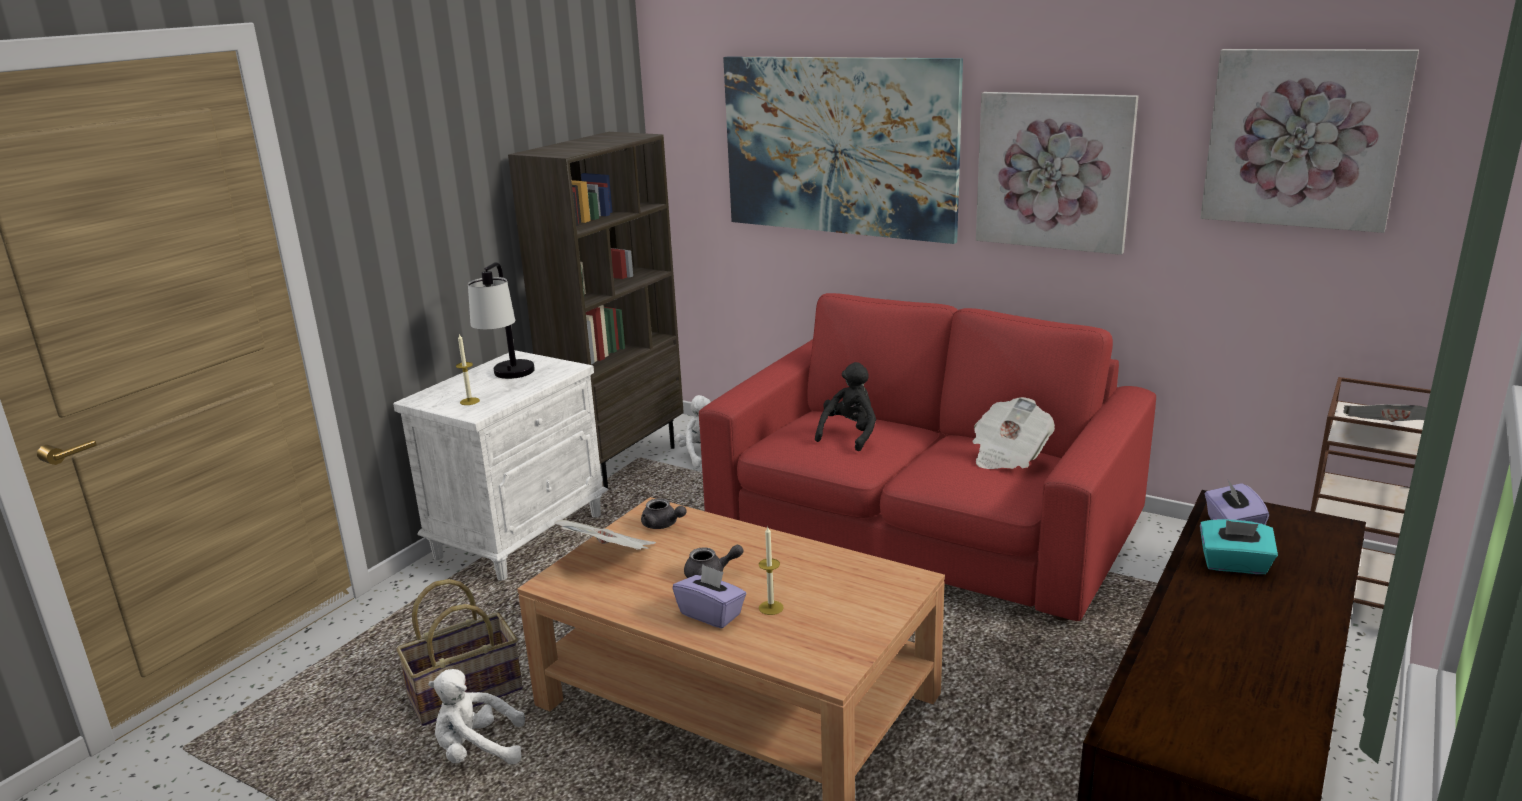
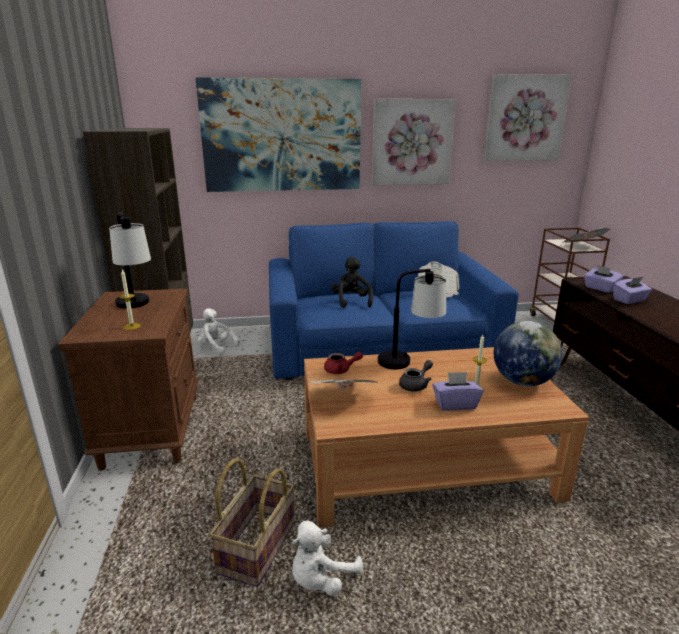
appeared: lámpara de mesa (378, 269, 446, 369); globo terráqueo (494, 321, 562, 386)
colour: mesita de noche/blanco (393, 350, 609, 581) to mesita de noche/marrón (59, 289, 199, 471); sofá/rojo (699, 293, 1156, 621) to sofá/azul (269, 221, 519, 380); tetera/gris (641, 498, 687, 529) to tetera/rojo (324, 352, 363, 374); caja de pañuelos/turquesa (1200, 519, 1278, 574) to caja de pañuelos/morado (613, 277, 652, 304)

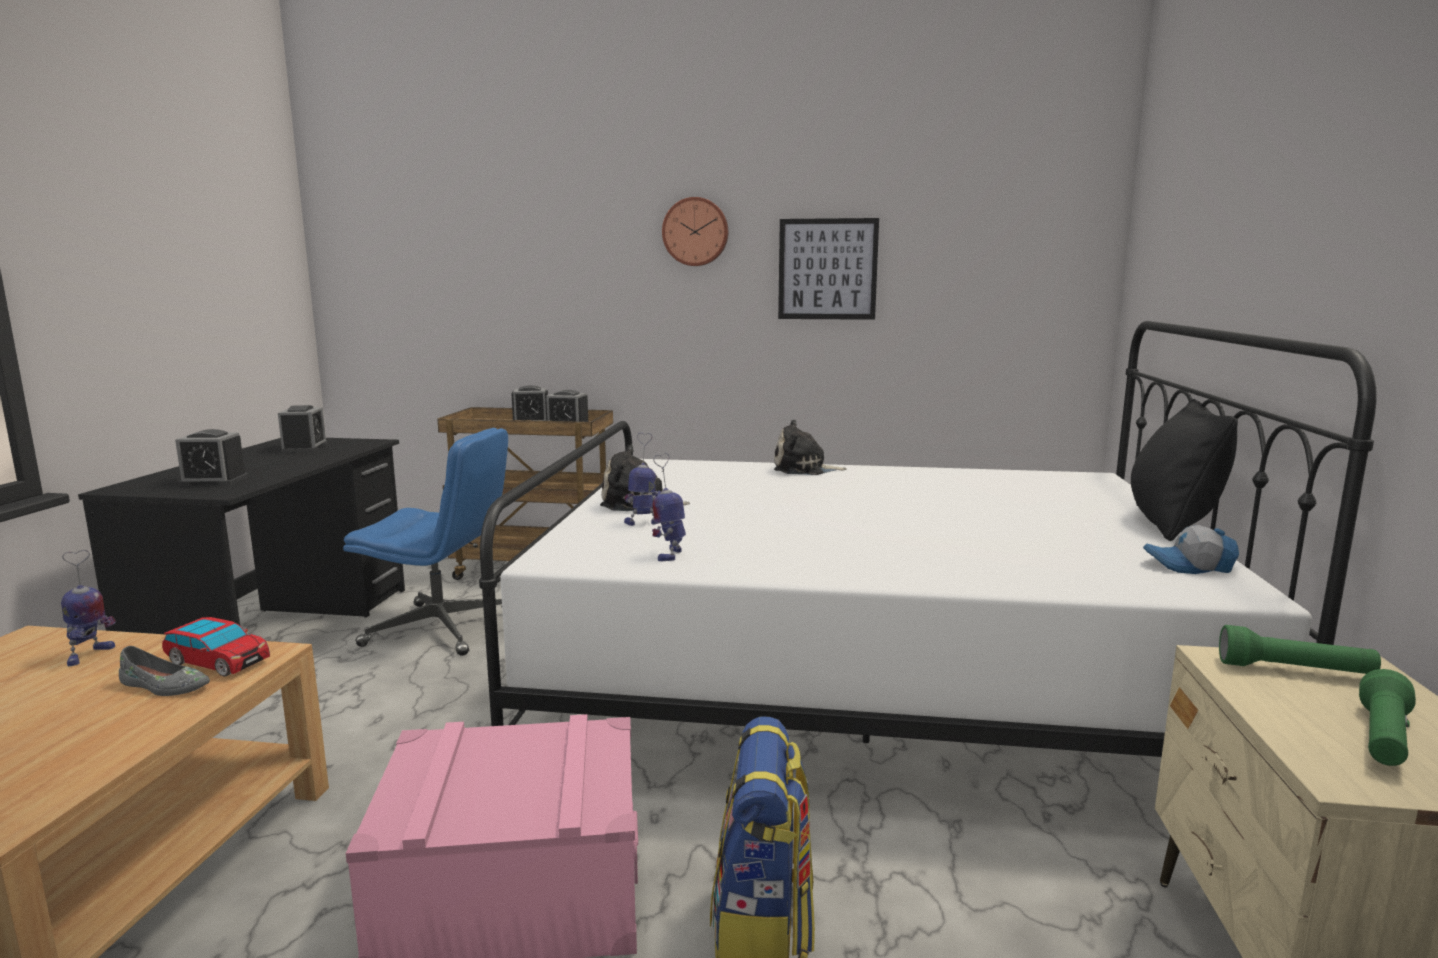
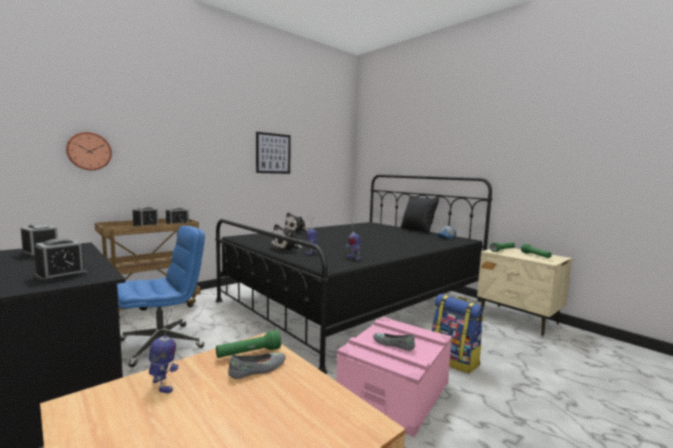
appeared: zapato/gris (373, 333, 415, 351)
relocated: reloj de pared (662, 197, 728, 266) to (66, 132, 112, 170)
exchanged: coche de juguete (162, 617, 270, 677) to linterna/verde (216, 330, 281, 358)
colour: cama/blanco (479, 321, 1377, 757) to cama/negro (215, 174, 492, 374)

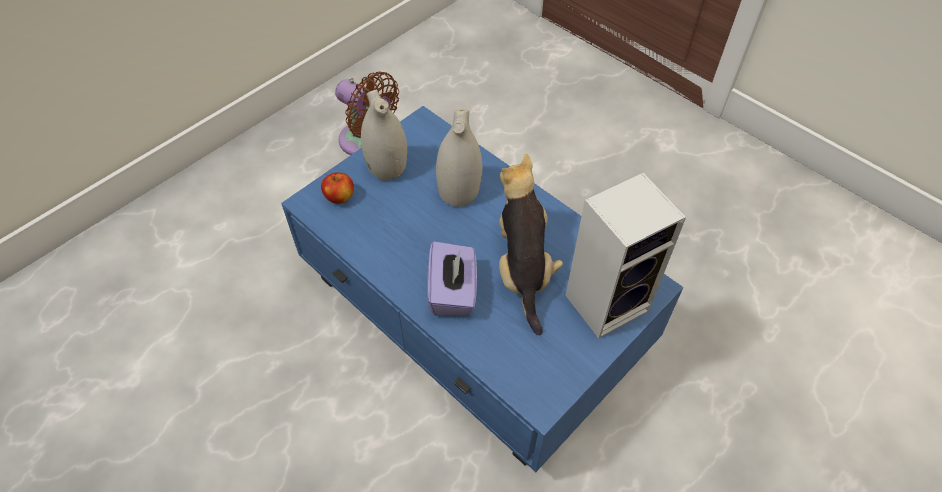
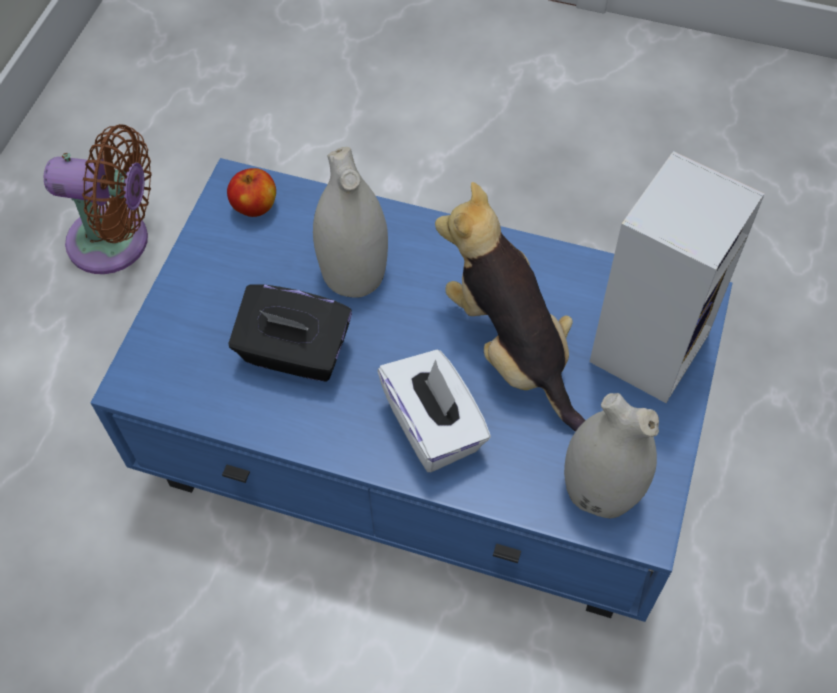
appeared: caja de pañuelos/negro (229, 284, 352, 382)
relocated: manzana (321, 172, 354, 204) to (227, 168, 276, 217); florero/blanco (361, 90, 407, 181) to (564, 393, 659, 518)
colour: caja de pañuelos/morado (427, 241, 477, 316) to caja de pañuelos/blanco (377, 350, 491, 472)

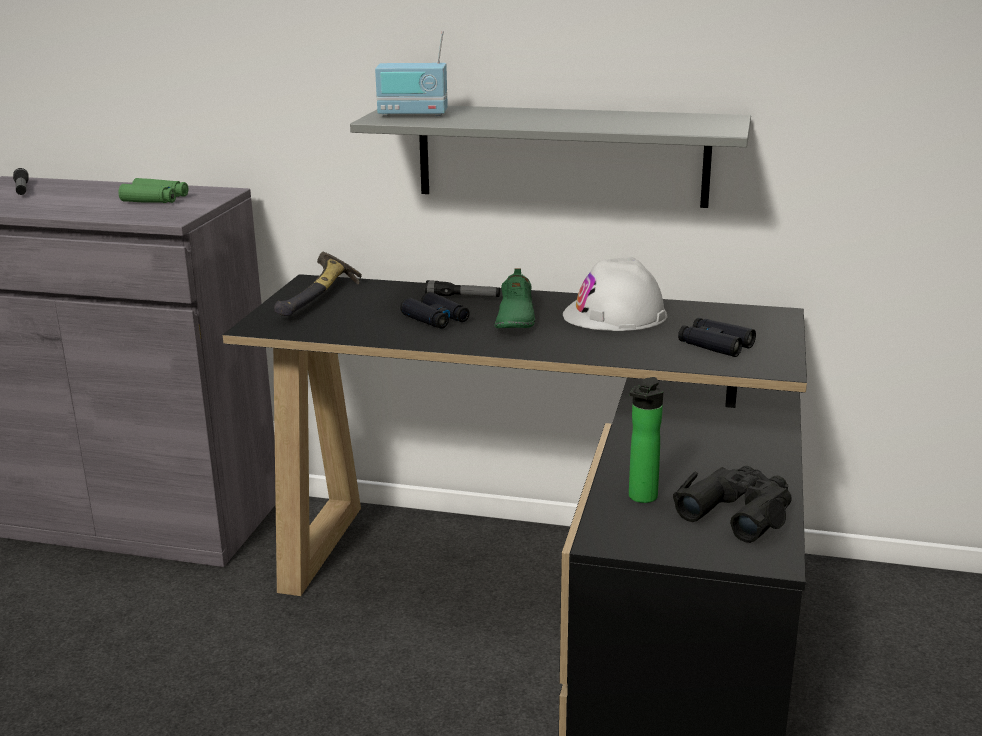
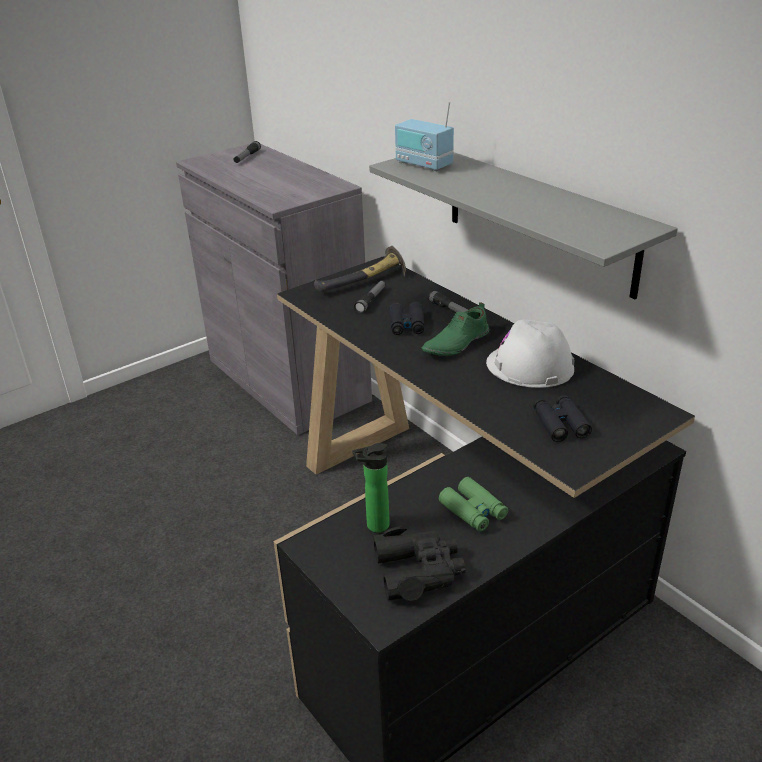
appeared: linterna (354, 280, 386, 313)
relocated: prismáticos/verde (118, 178, 188, 203) to (439, 477, 508, 532)

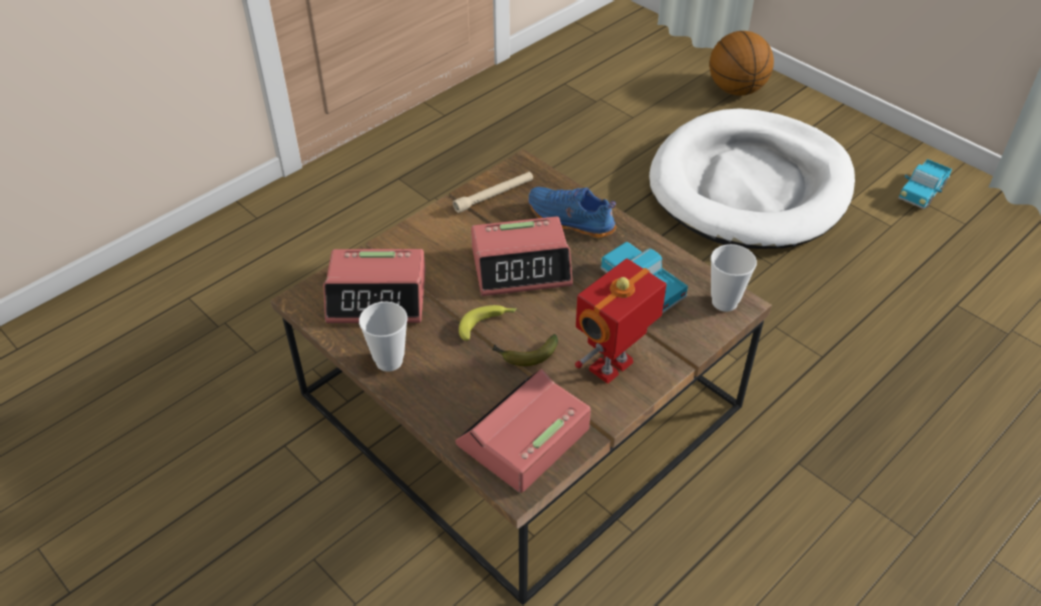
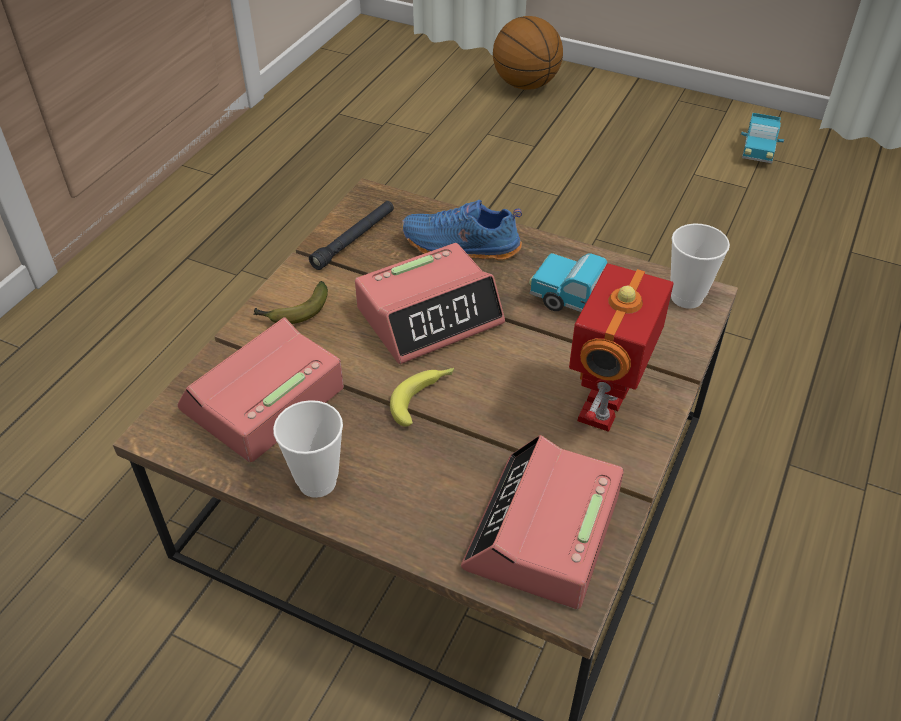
missing: cama para perro/blanco (649, 108, 855, 249)
relocated: plátano (492, 334, 558, 366) to (253, 281, 328, 324)
colour: linterna/beis (453, 172, 533, 213) to linterna/negro (309, 201, 394, 270)
spun: despertador (323, 249, 426, 323) = (178, 317, 344, 462) 150 degrees clockwise

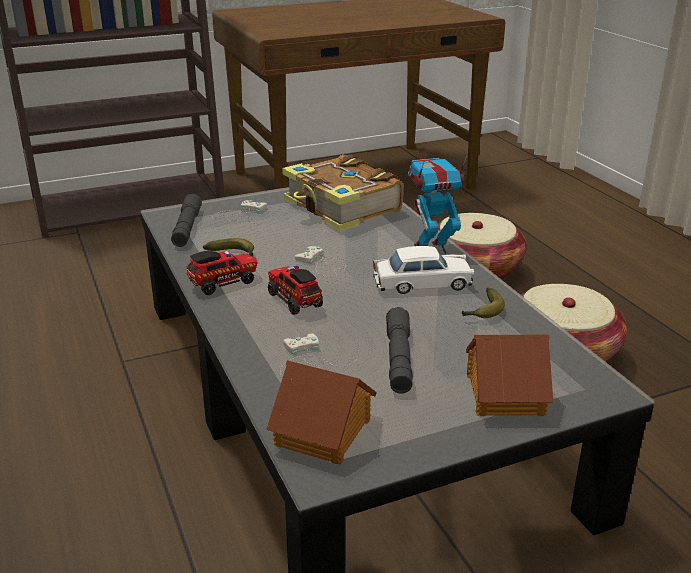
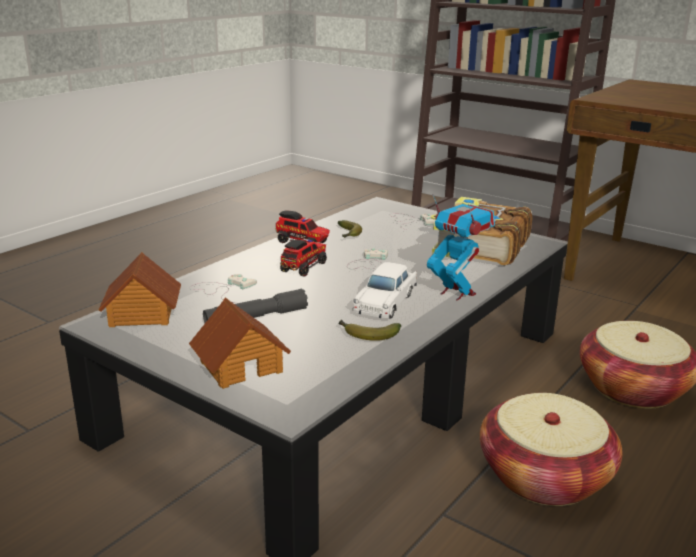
missing: linterna/gris (171, 194, 202, 247)
spun: coche de juguete/blanco (373, 246, 474, 294) = (352, 262, 417, 319) 60 degrees clockwise

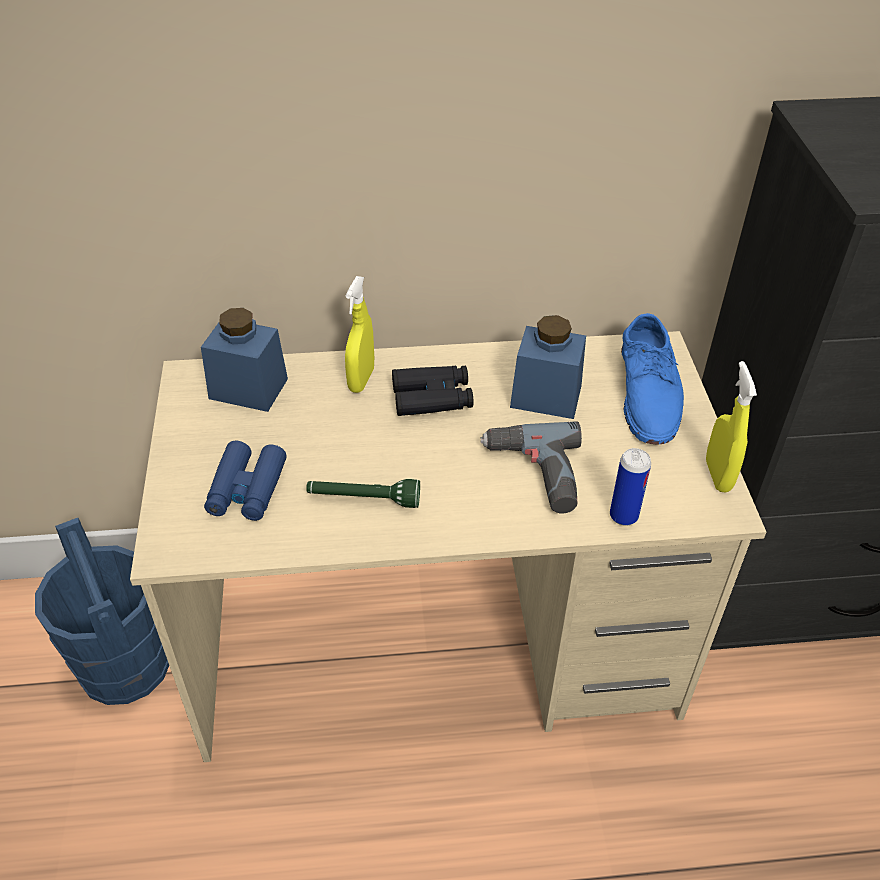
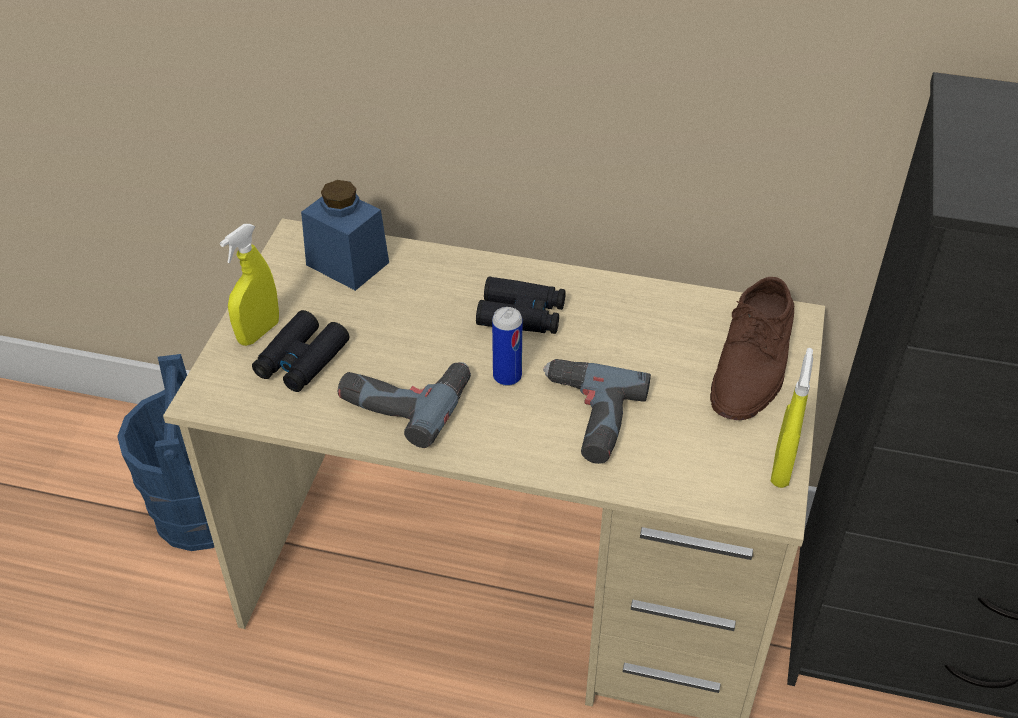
missing: tarro/azul (510, 315, 586, 419)
relocated: pulverizador/amarillo (345, 276, 374, 393) to (220, 224, 279, 346); lata (610, 448, 651, 526) to (492, 307, 522, 386)
exchanged: linterna/verde (306, 479, 420, 508) to taladro (338, 362, 471, 448)
colour: prismáticos/azul (204, 441, 287, 521) to prismáticos/negro (252, 310, 349, 392); zapato/azul (621, 313, 684, 445) to zapato/marrón (710, 277, 794, 420)

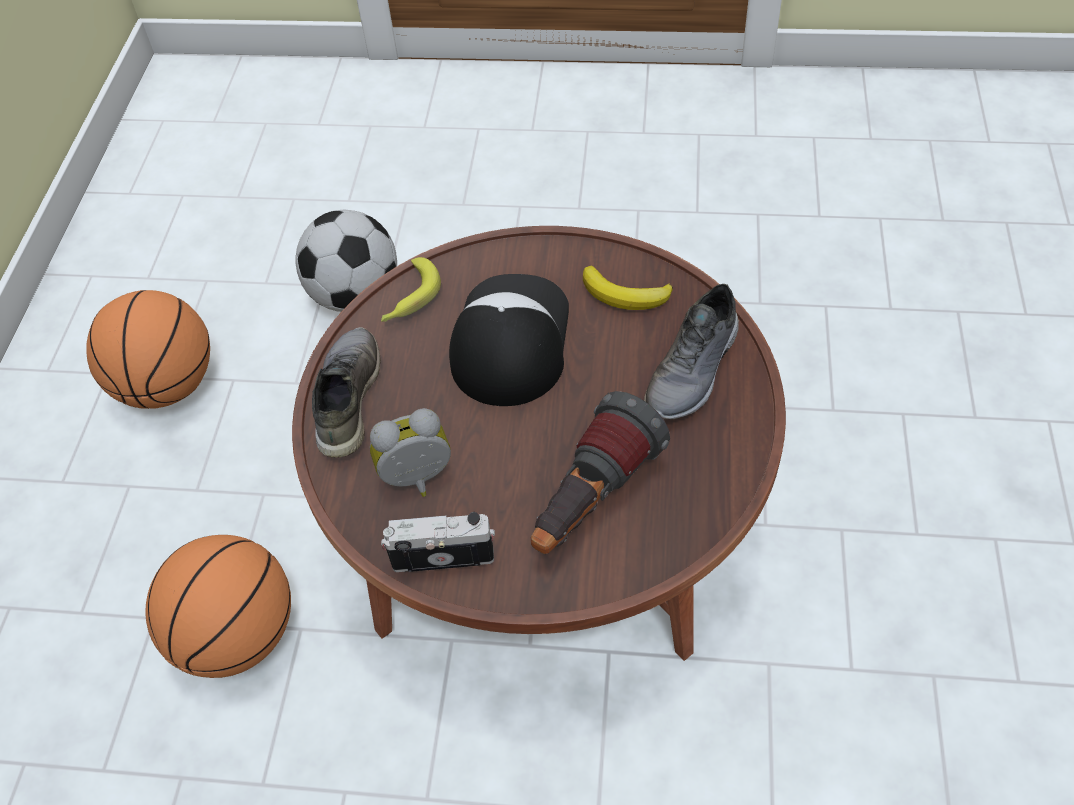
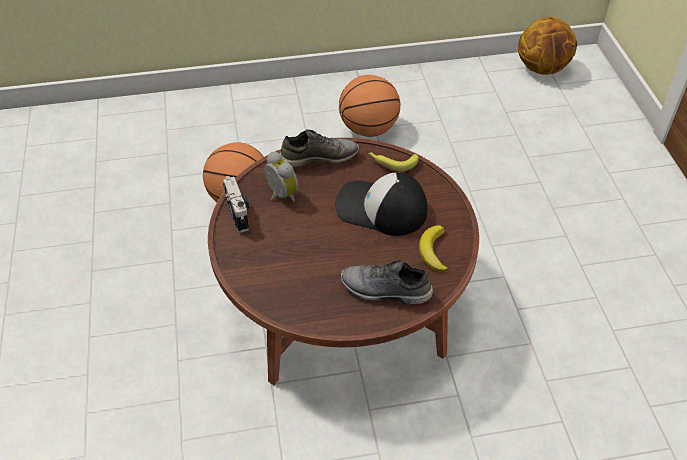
missing: balón de fútbol (295, 210, 397, 312); linterna (531, 391, 670, 554)
appeared: balón de baloncesto (518, 17, 577, 75)
spun: gorra (449, 274, 569, 406) = (335, 172, 427, 236) 150 degrees counterclockwise

